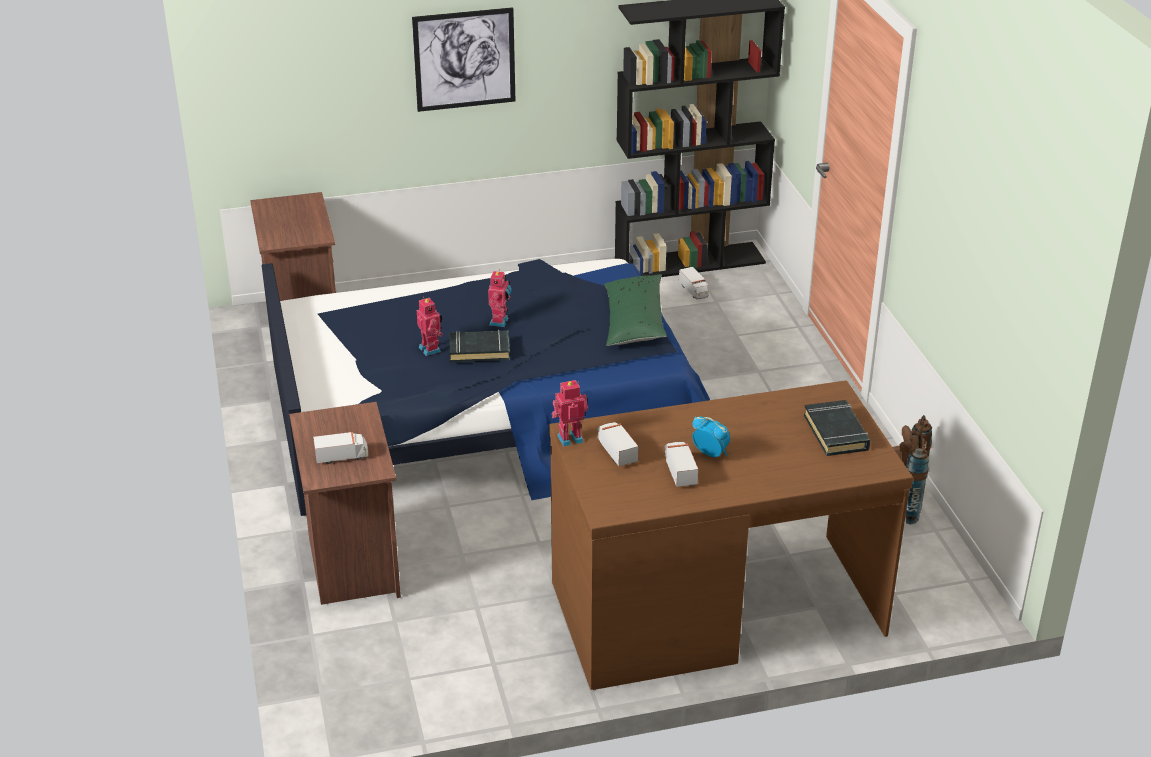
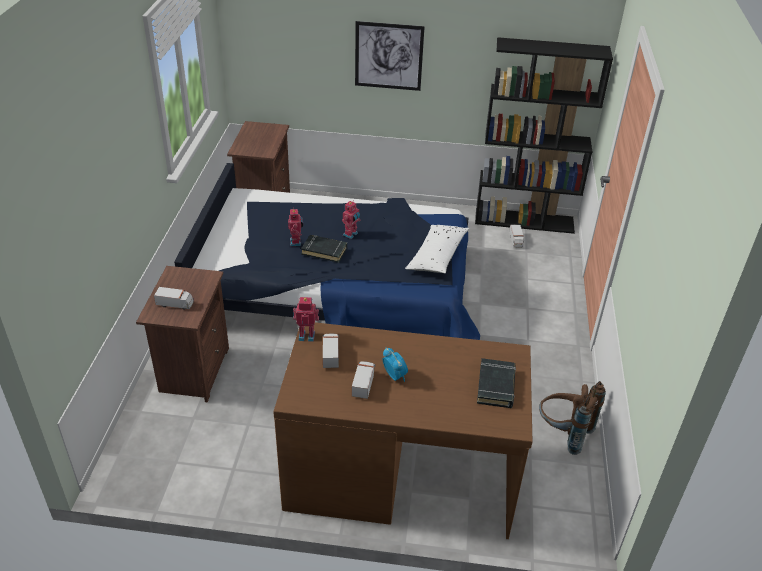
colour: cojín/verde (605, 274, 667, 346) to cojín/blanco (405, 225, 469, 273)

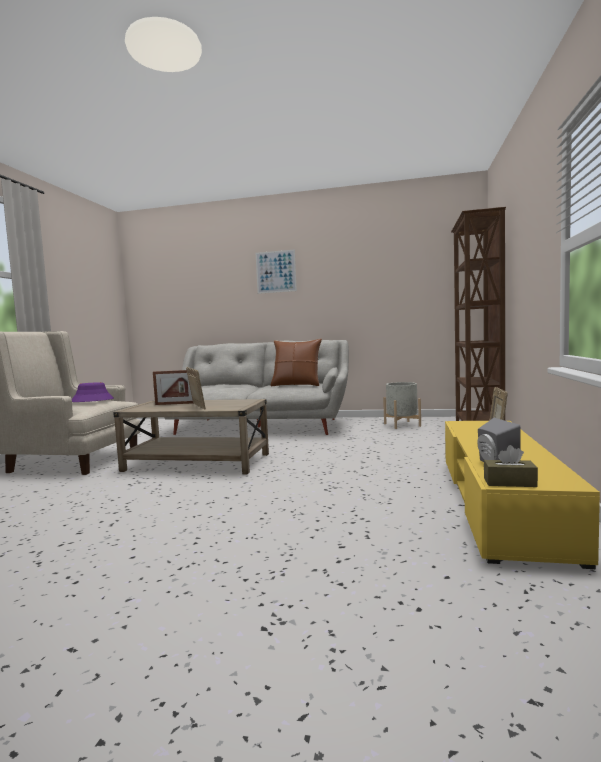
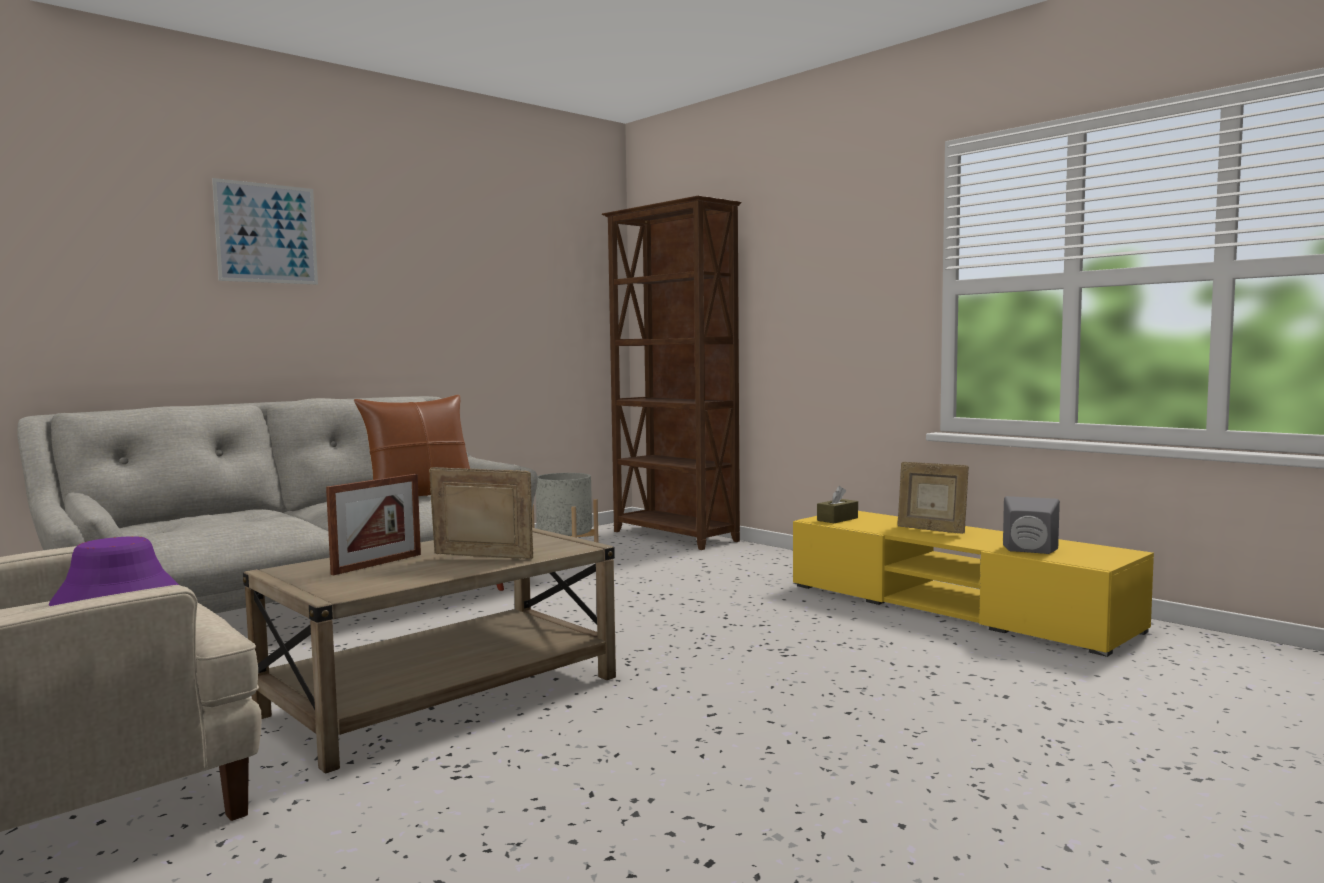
relocated: caja de pañuelos/marrón (484, 445, 538, 487) to (817, 486, 858, 523)

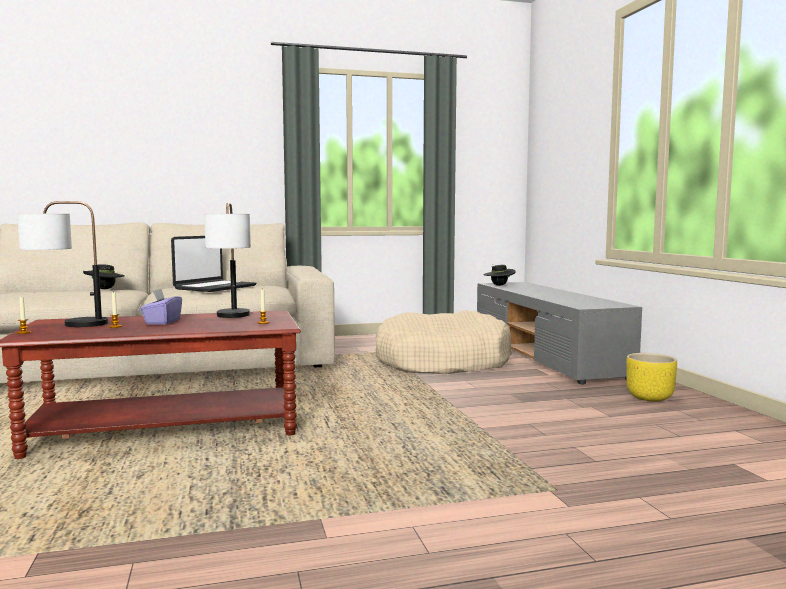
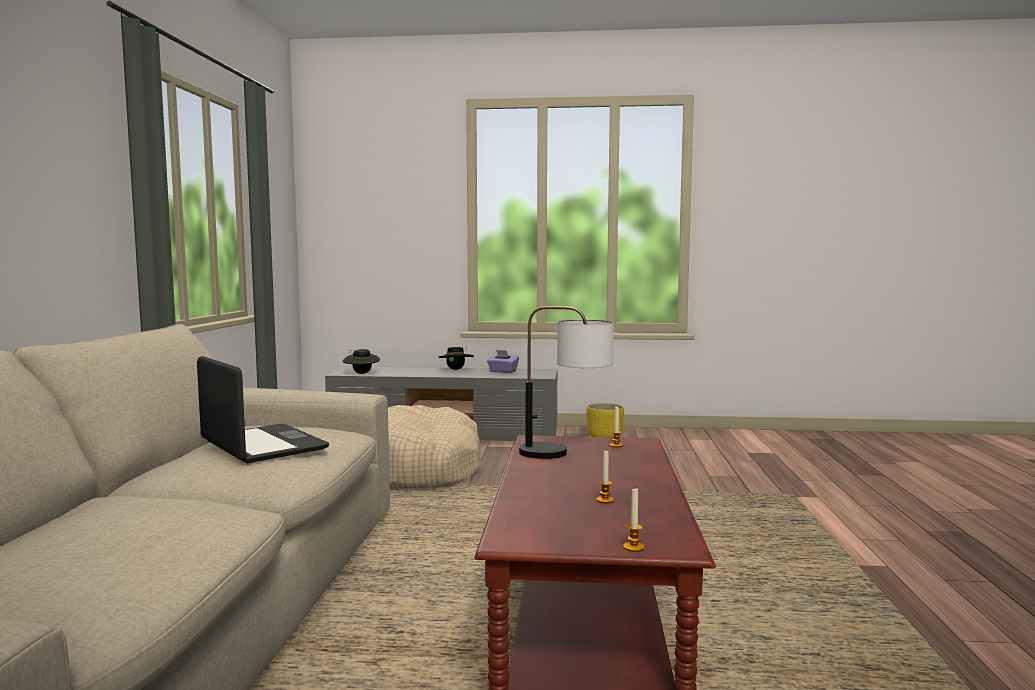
missing: lámpara de mesa (17, 201, 108, 327)
relocated: sombrero/negro (83, 264, 125, 289) to (439, 346, 474, 370); caja de pañuelos/morado (140, 289, 182, 325) to (487, 350, 519, 373)

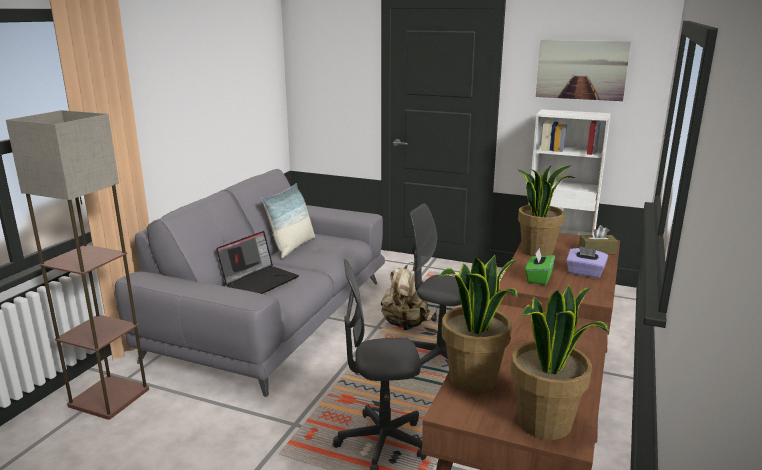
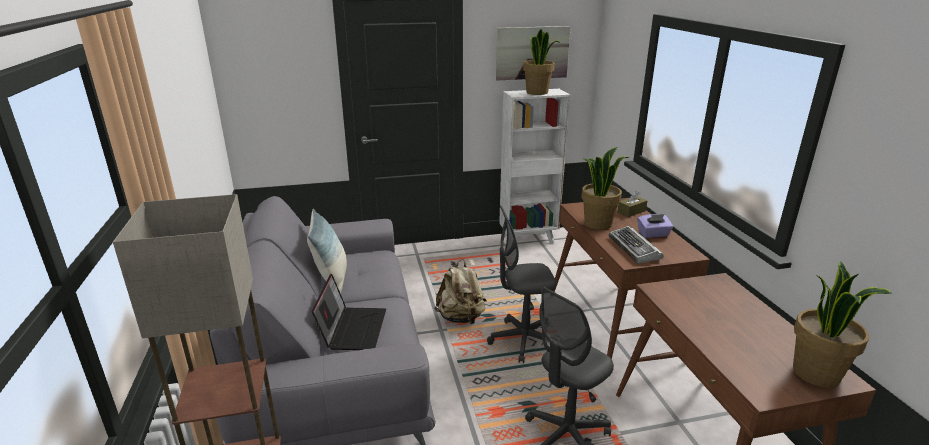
relocated: planta en maceta (439, 255, 518, 392) to (523, 29, 560, 95)
exchanged: caja de pañuelos/verde (525, 248, 555, 285) to teclado (609, 226, 663, 264)

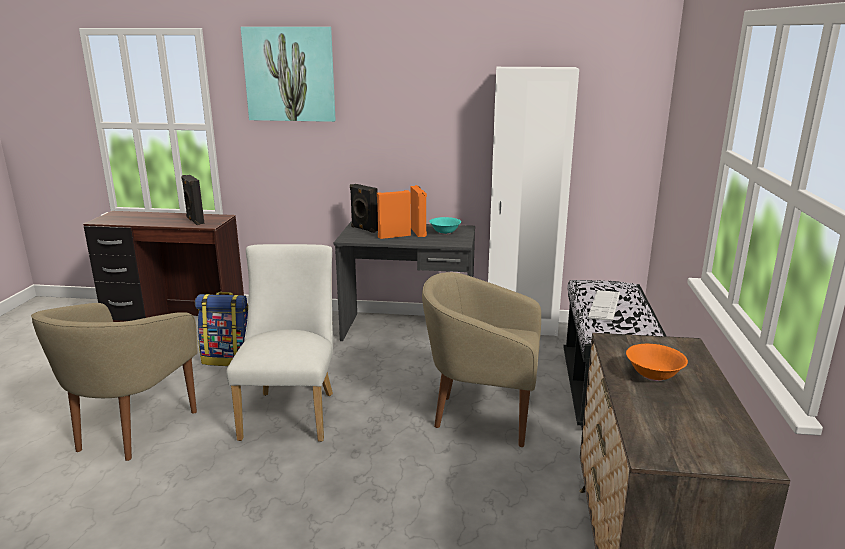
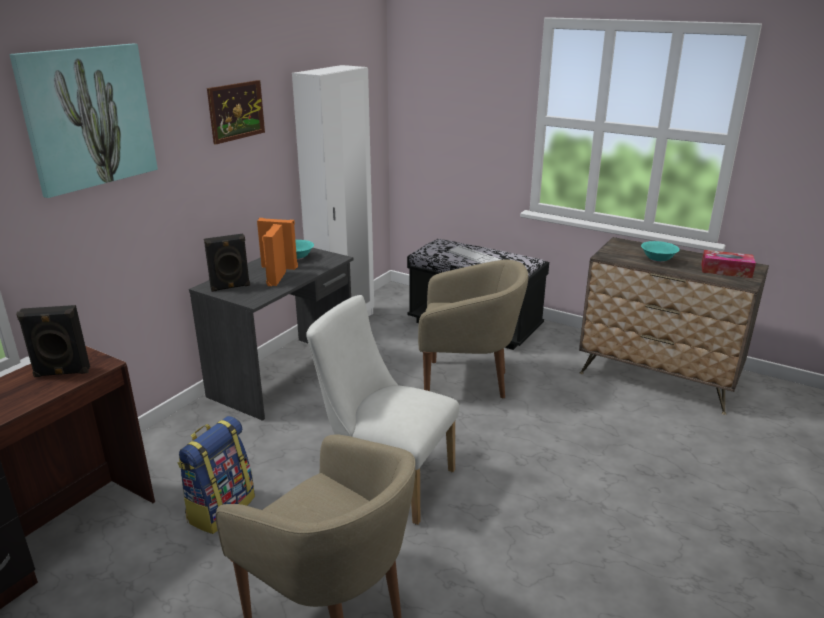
appeared: cuadro (207, 80, 265, 144); caja de pañuelos (701, 250, 756, 278)
colour: cuenco/naranja (626, 344, 688, 381) to cuenco/turquesa (641, 241, 680, 262)
spun: sillón/beis (422, 272, 541, 447) = (418, 260, 528, 398) 120 degrees counterclockwise

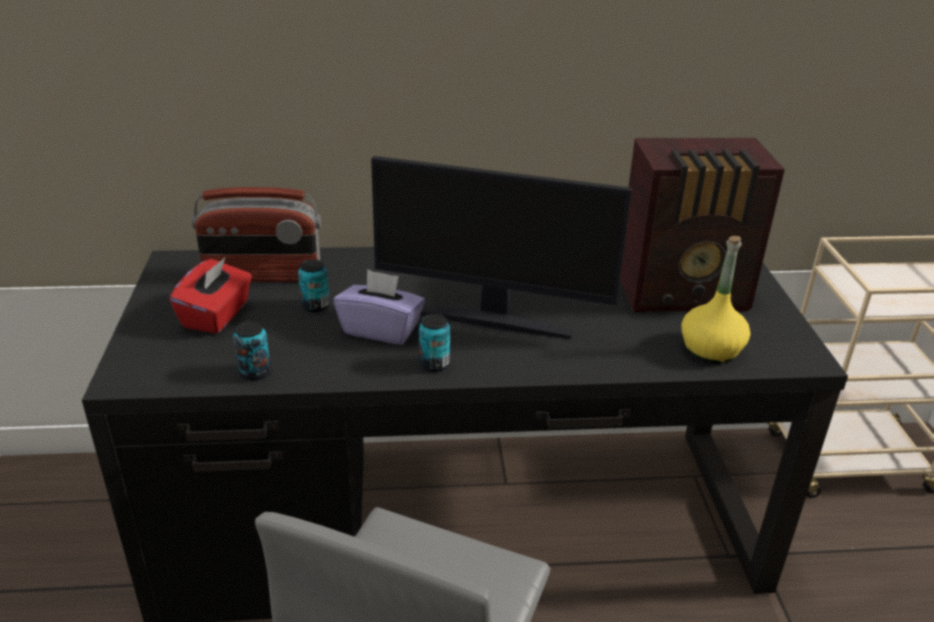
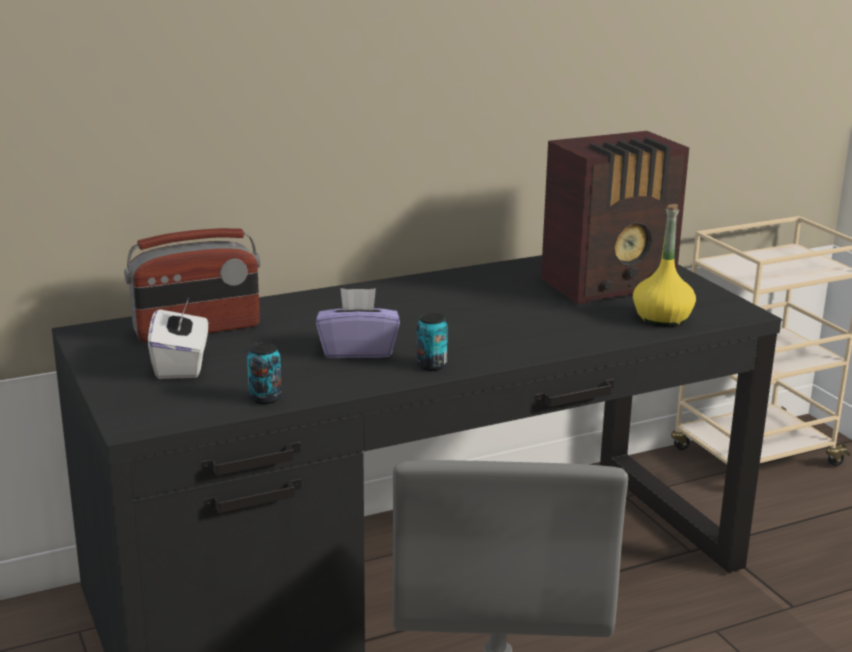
missing: lata (298, 259, 329, 313); monitor (371, 156, 632, 339)
colour: caja de pañuelos/rojo (169, 257, 252, 334) to caja de pañuelos/blanco (148, 299, 208, 379)

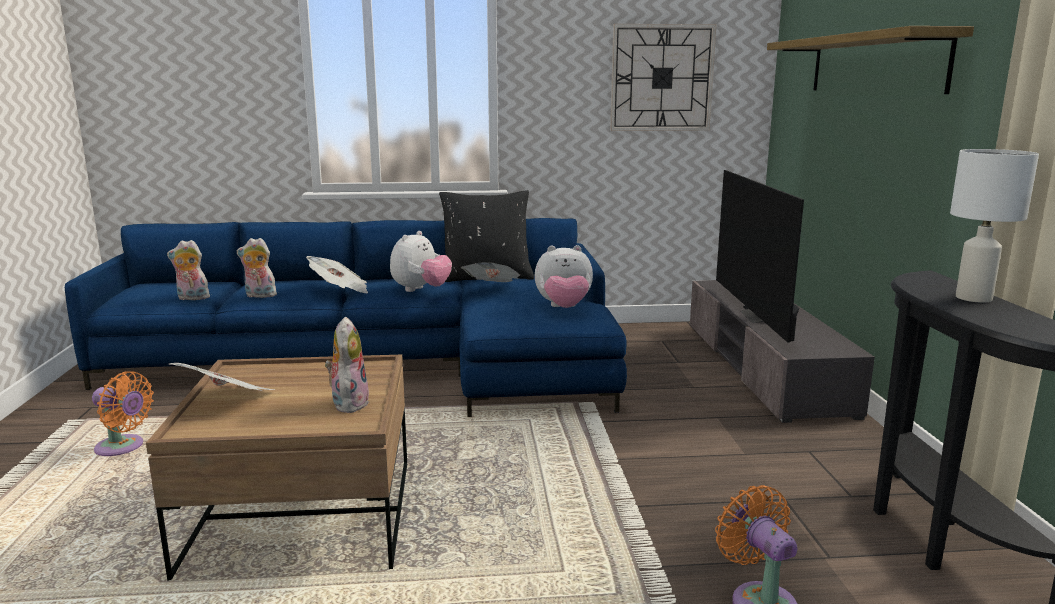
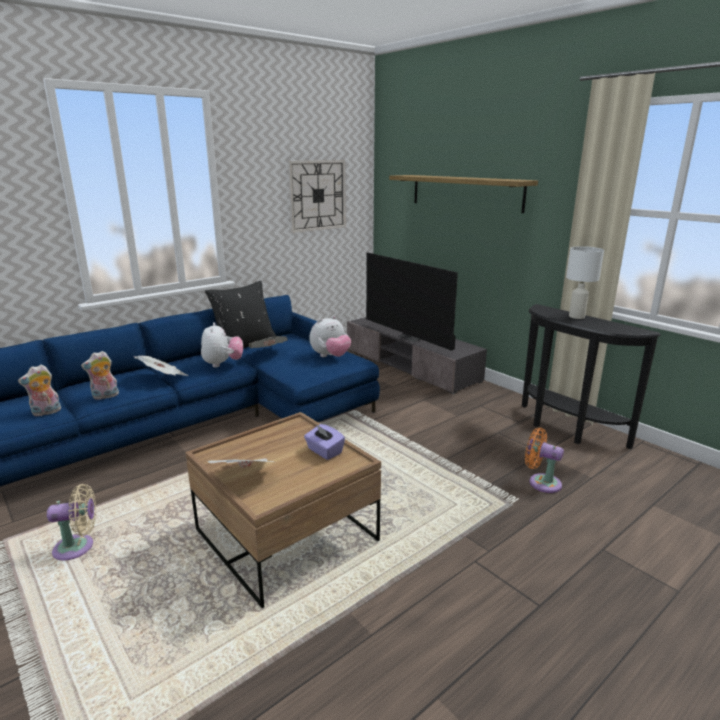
exchanged: peluche (325, 317, 369, 413) to caja de pañuelos/morado (304, 424, 345, 460)
colour: ventilador/naranja (92, 371, 154, 456) to ventilador/beis (47, 484, 96, 561)

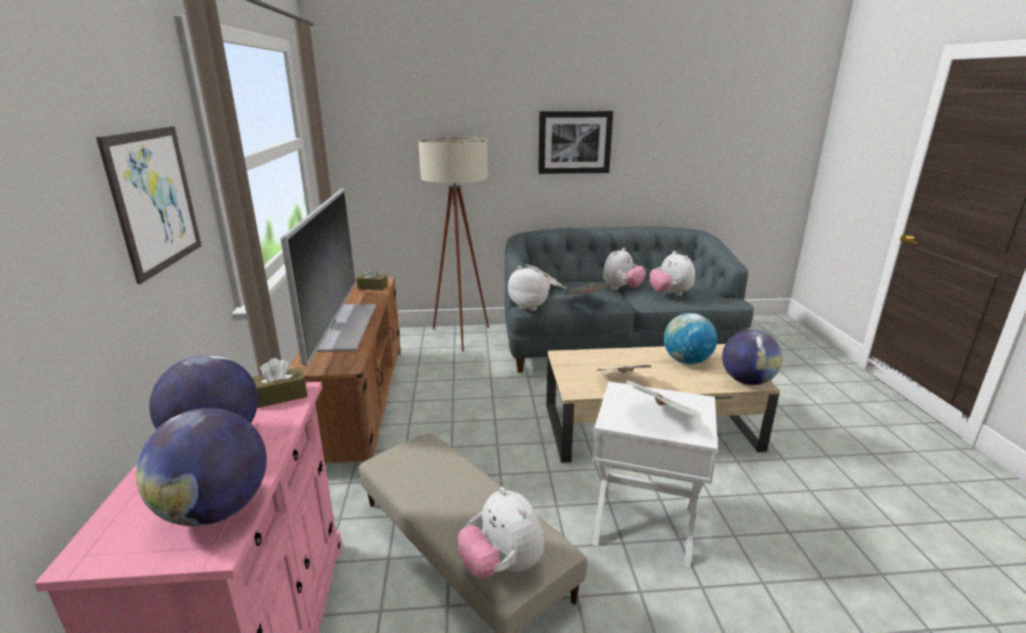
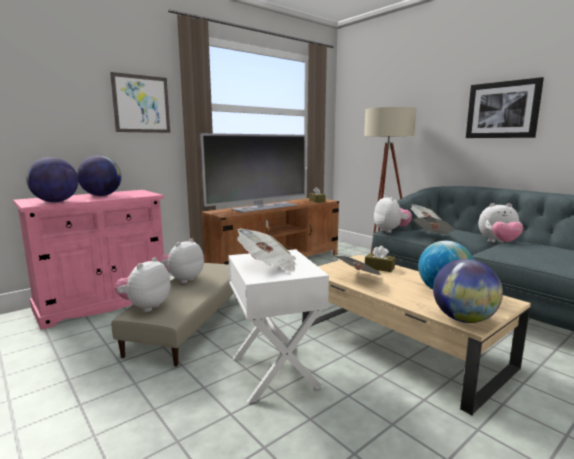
relocated: peluche (649, 251, 695, 296) to (159, 238, 204, 283); caja de pañuelos/marrón (252, 358, 307, 408) to (365, 246, 395, 272)

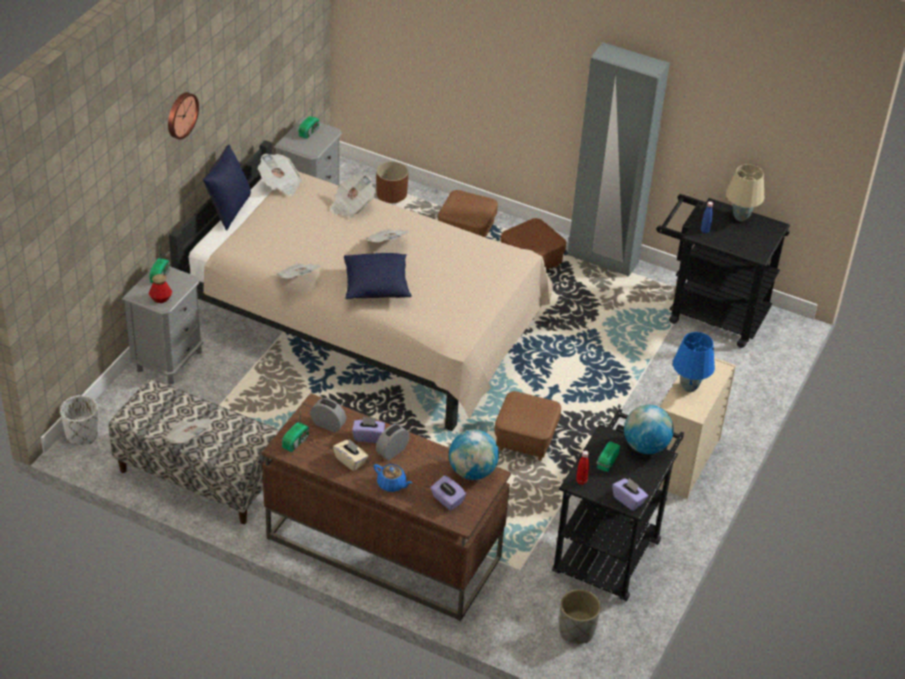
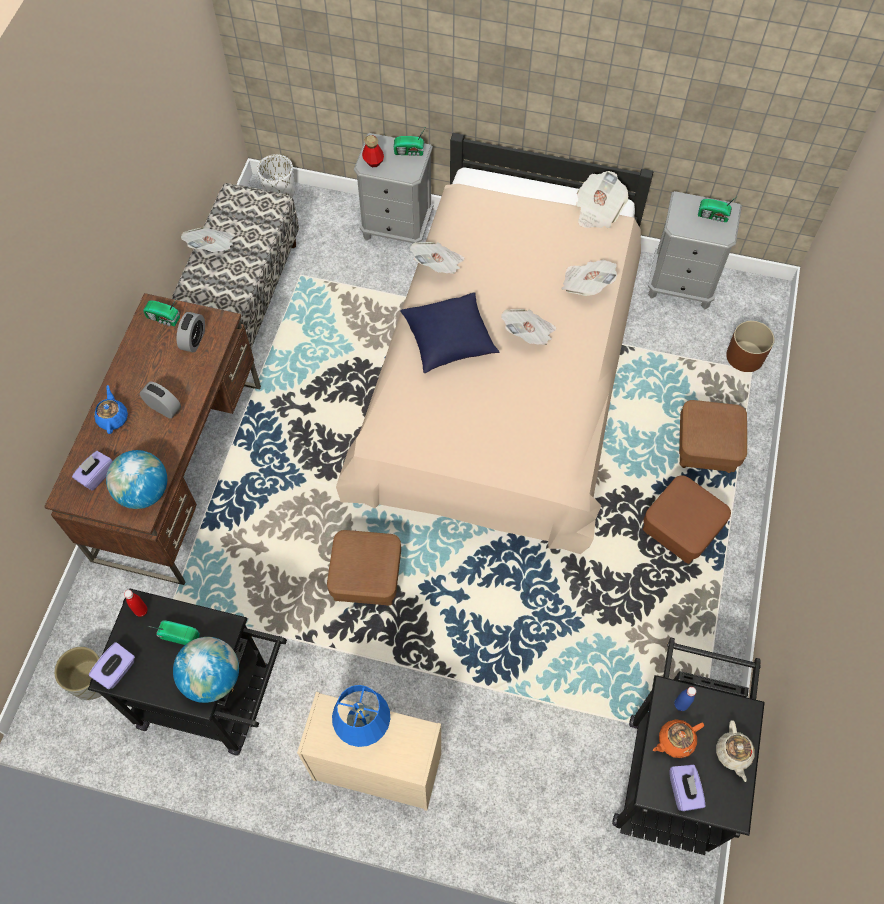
missing: reloj de pared (168, 92, 199, 139); cojín/azul (203, 145, 251, 231); caja de pañuelos/beis (333, 439, 368, 471); armario ropero/gris (568, 42, 670, 277)
appeared: tetera/naranja (653, 719, 704, 758)
relocated: caja de pañuelos/morado (352, 417, 385, 443) to (669, 765, 705, 811)
exchanged: lámpara de mesa/beis (726, 164, 764, 222) to tetera/beis (716, 720, 755, 782)
spun: tetera/azul (374, 464, 413, 492) = (94, 385, 128, 434) 150 degrees clockwise

